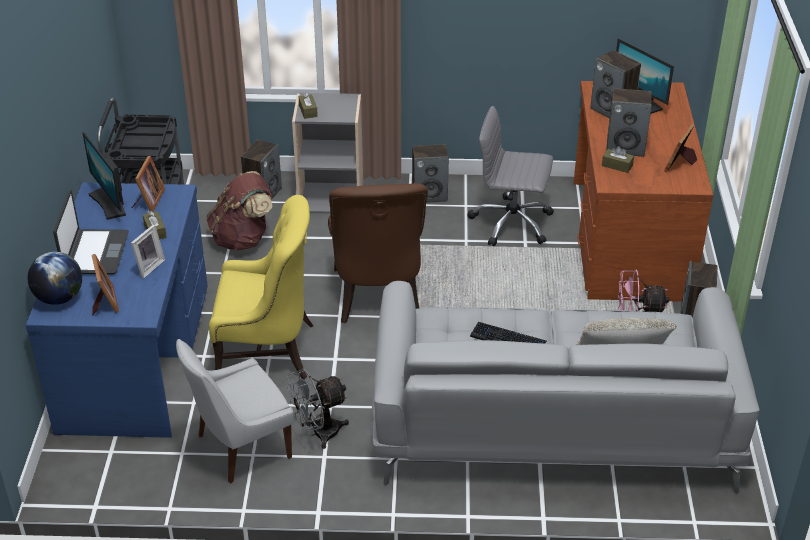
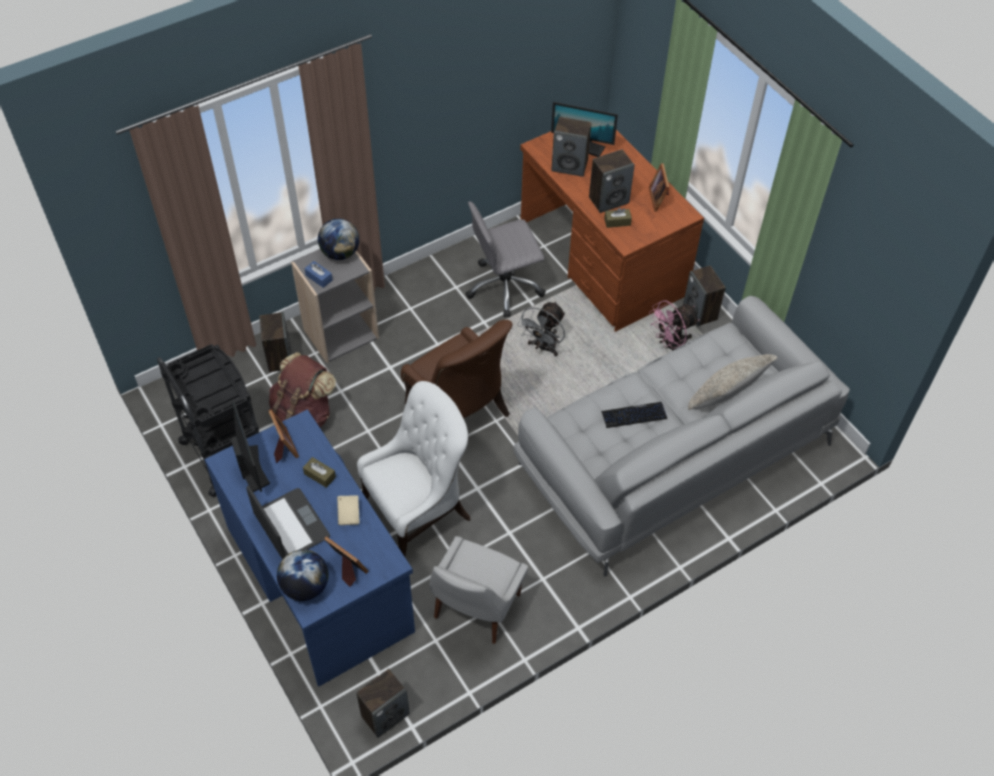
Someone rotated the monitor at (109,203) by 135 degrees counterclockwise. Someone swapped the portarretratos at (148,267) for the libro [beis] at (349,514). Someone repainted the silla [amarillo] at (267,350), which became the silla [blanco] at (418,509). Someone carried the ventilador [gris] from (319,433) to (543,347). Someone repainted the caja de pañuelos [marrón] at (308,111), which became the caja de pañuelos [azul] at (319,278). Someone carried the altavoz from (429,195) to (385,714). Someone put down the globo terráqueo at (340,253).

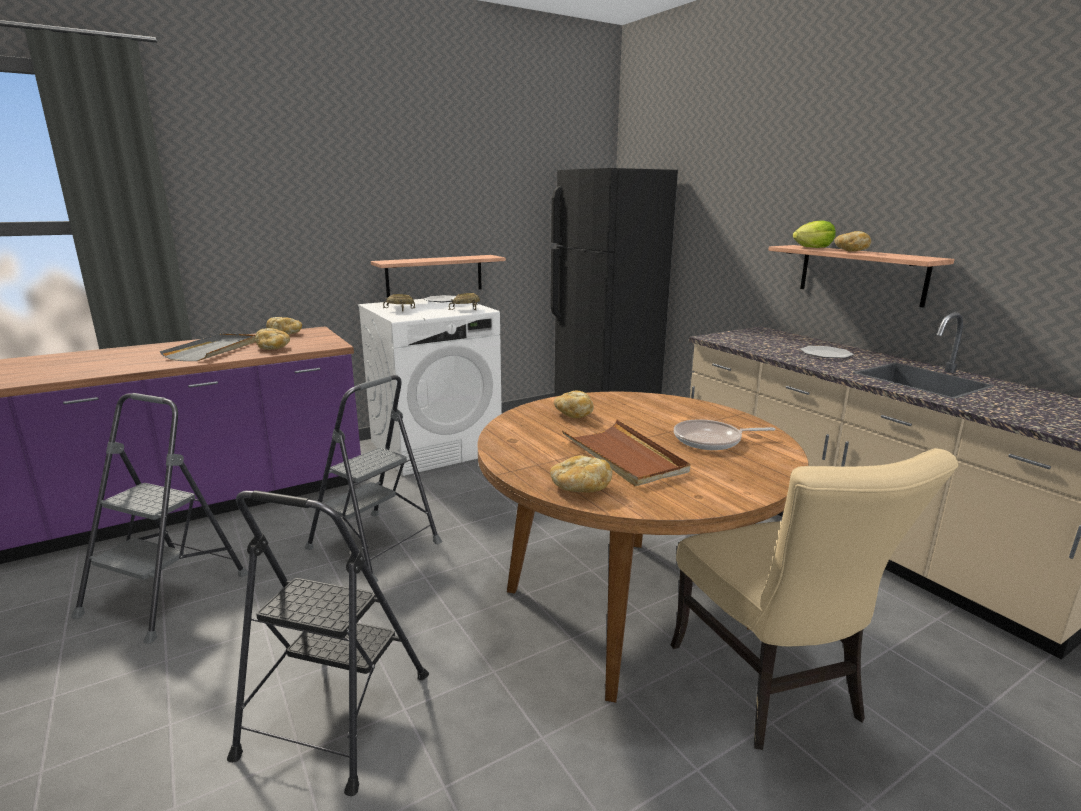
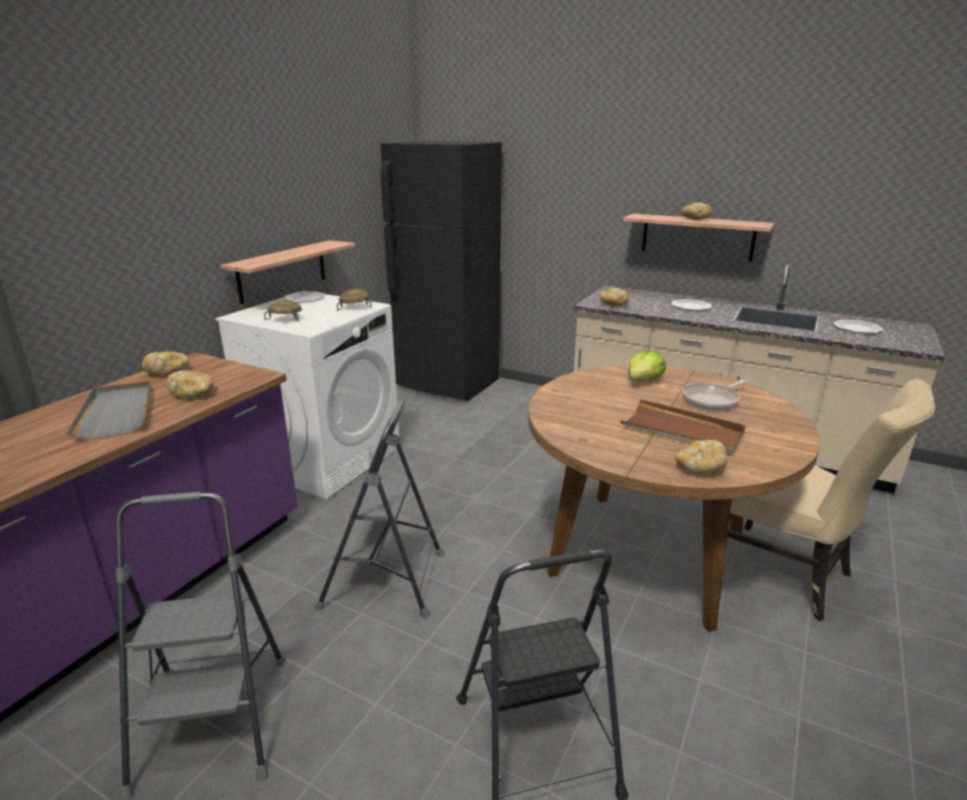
Someone carried the pan from (573,414) to (612,304). Someone carried the lechuga from (812,248) to (644,381). Someone put down the plato at (857,328).

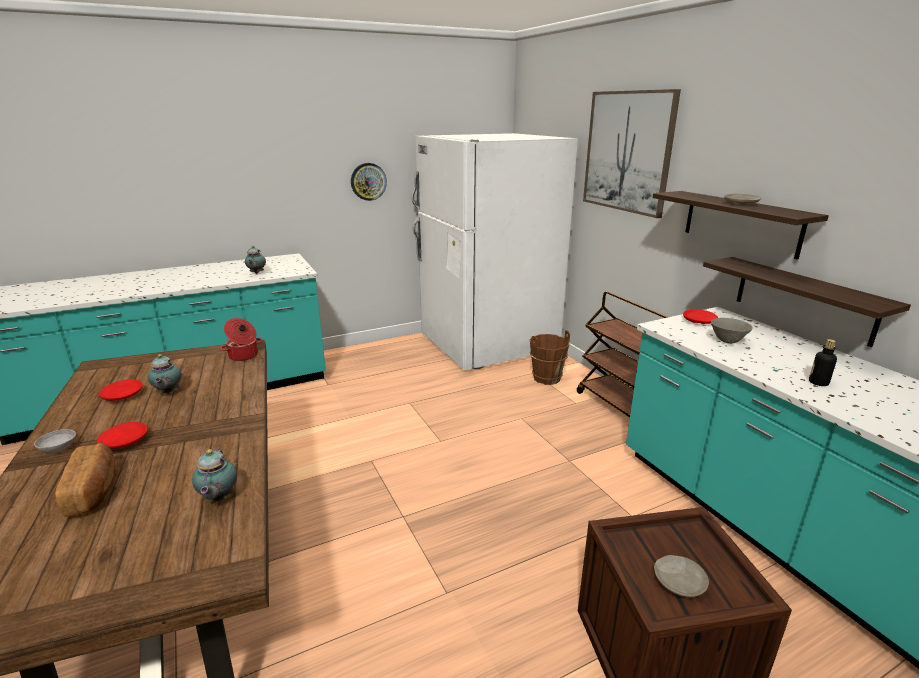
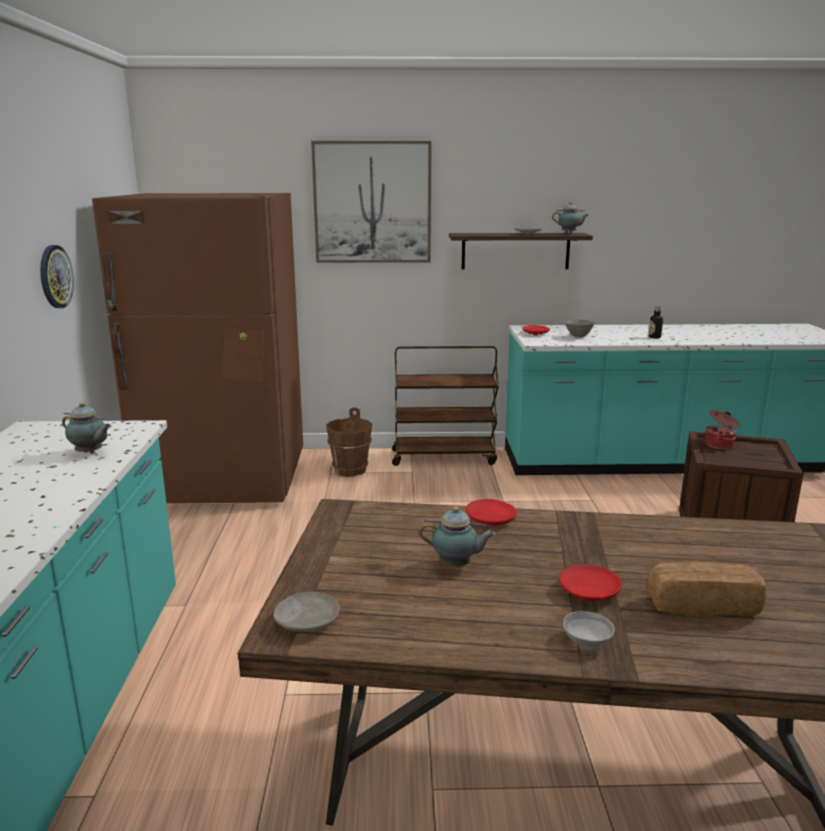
Someone carried the plato [rojo] from (122,396) to (491,520). Someone carried the tetera from (218,499) to (569,233). Someone carried the olla from (243,356) to (719,445). Someone repainted the nevera [blanco] at (488,343), which became the nevera [marrón] at (226,476). Someone carried the plato [beis] from (679,582) to (307,621). Someone took away the estante at (803,299).

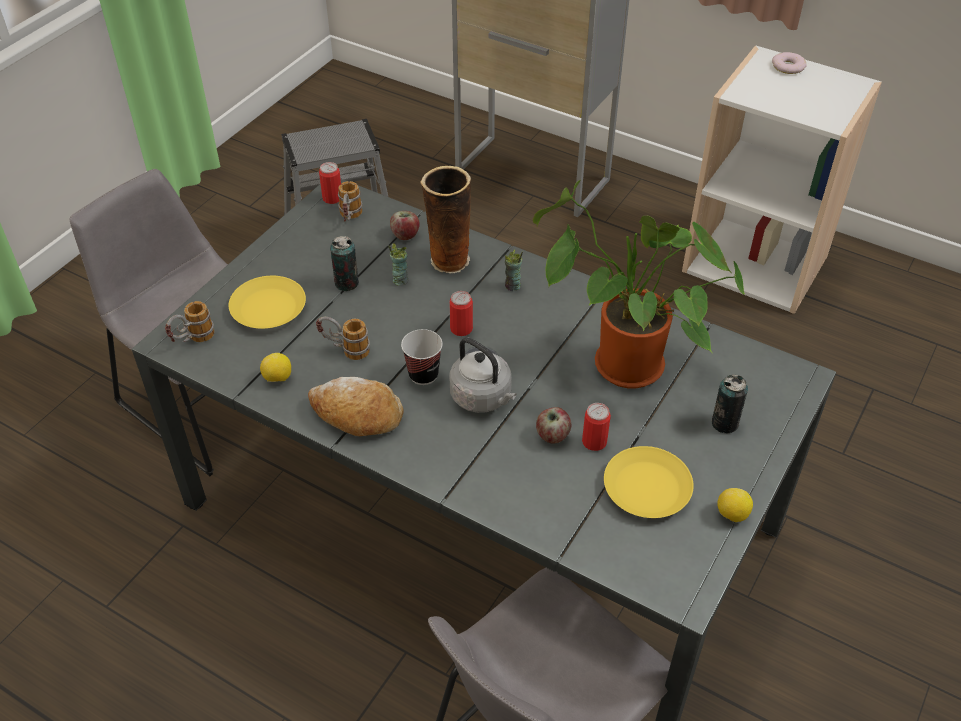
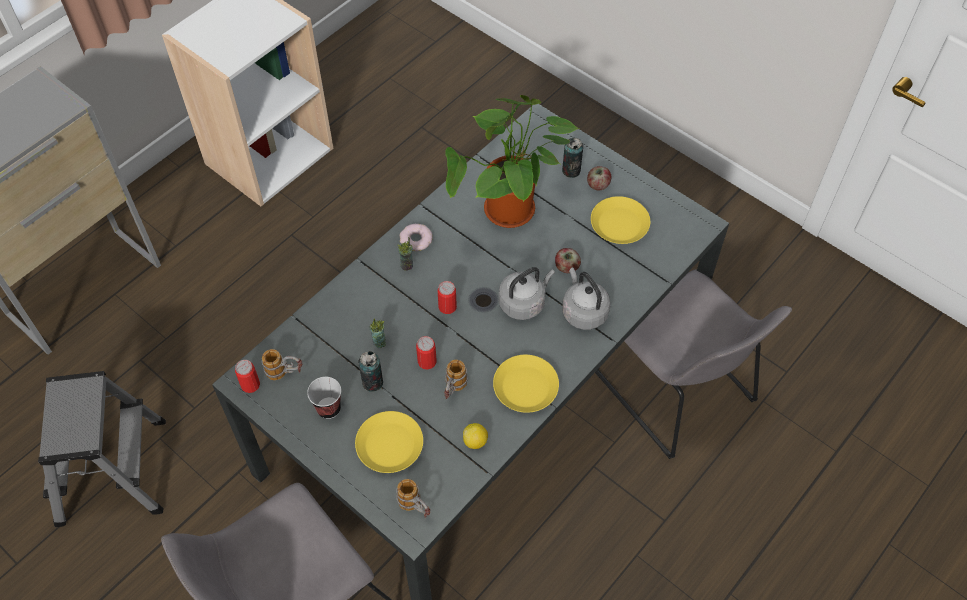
Someone swapped the pan at (356,415) for the plato [amarillo] at (525,388). Someone carried the manzana from (405,235) to (598,185). Someone carried the taza from (423,375) to (328,408). Someone took away the florero at (448,261). Someone carried the lata from (594,442) to (427,361). Someone took away the limón at (731,514). Someone carried the rosquilla from (788,66) to (416,240). Someone put down the hervidor [gris] at (583,311).

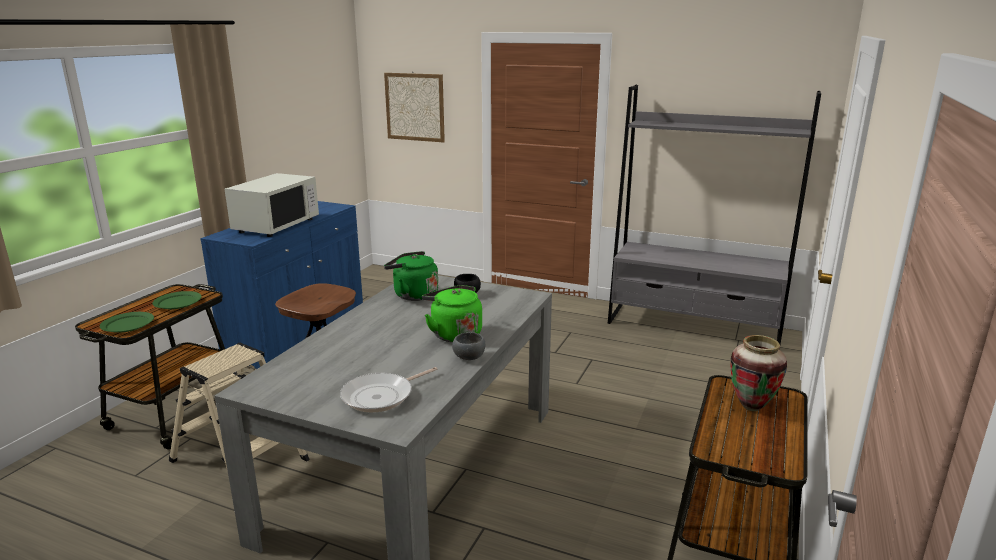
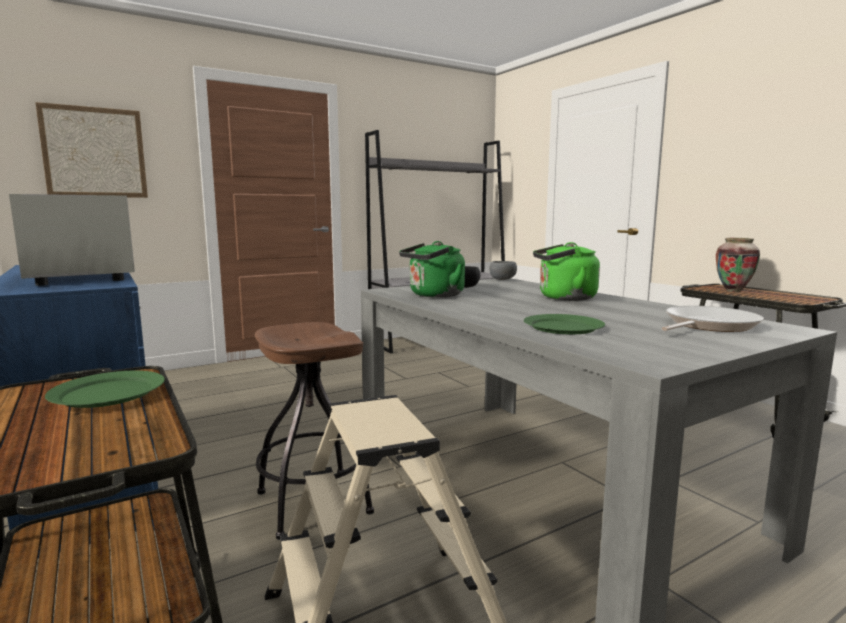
Someone carried the plato [verde] from (128,324) to (563,327). Someone rotated the sartén at (381,396) by 120 degrees counterclockwise. Someone carried the cuenco [gris] from (469,358) to (503,279).

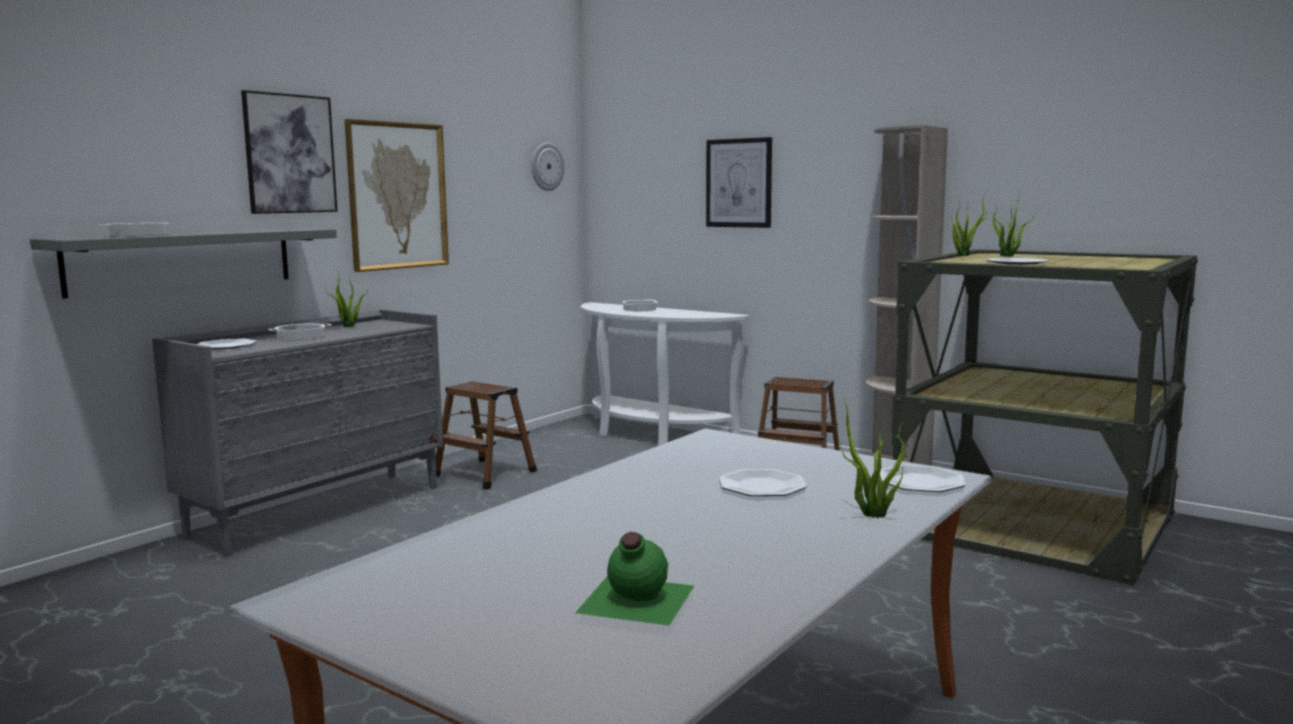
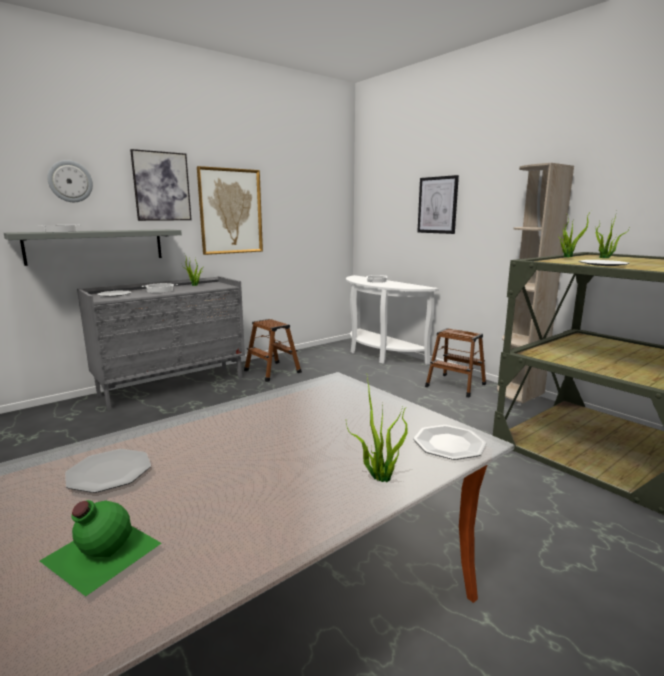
Someone carried the reloj de pared from (546,166) to (70,181). Someone carried the plato from (762,486) to (109,472).

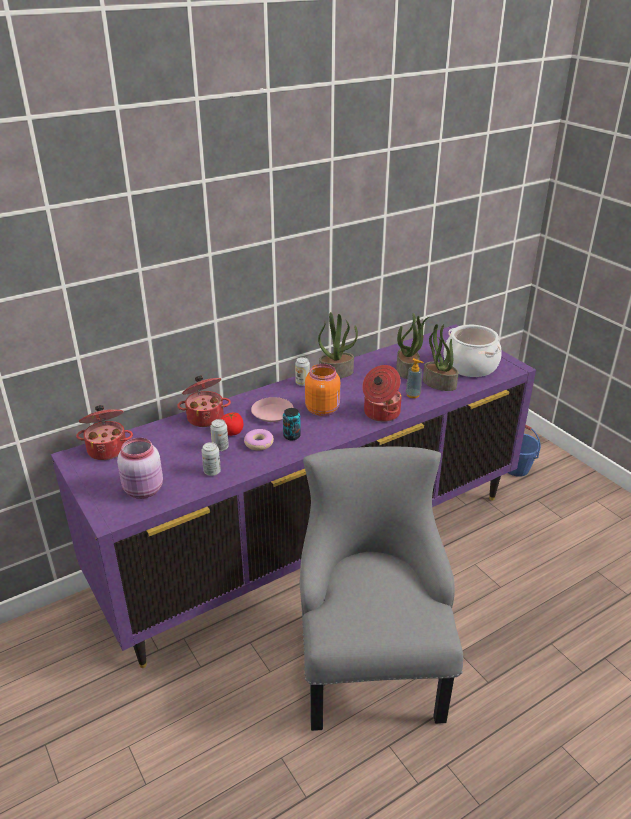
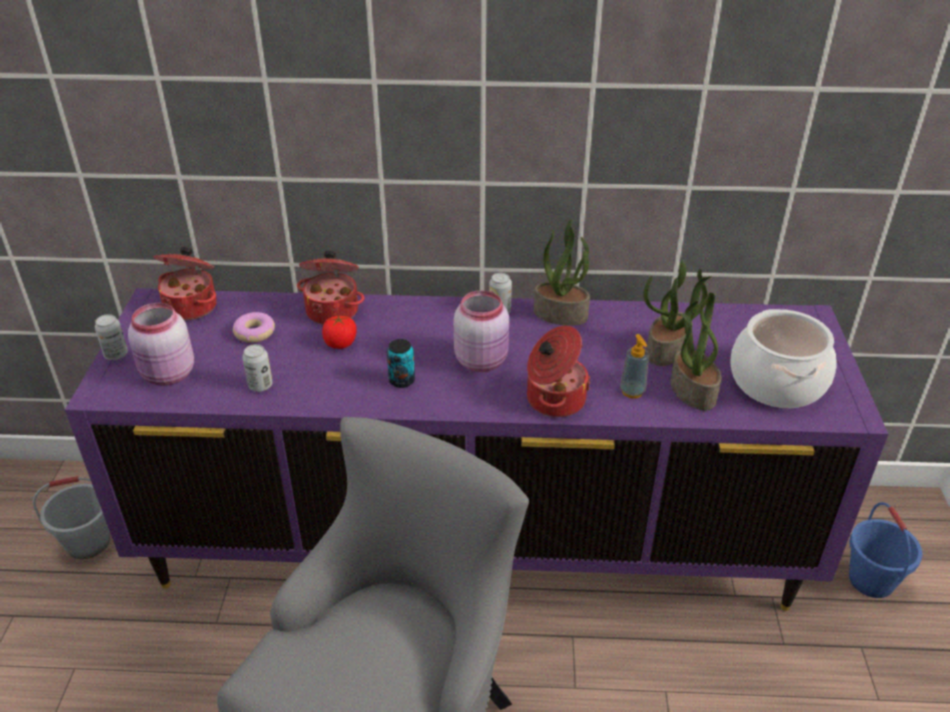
Someone carried the lata from (220,447) to (116,354). Someone carried the rosquilla from (259,443) to (254,332). Someone took away the plato [rosa] at (272,413). Someone repainted the tarro [naranja] at (323,409), which became the tarro [rosa] at (482,360). Someone put down the cubo [gris] at (88,542).

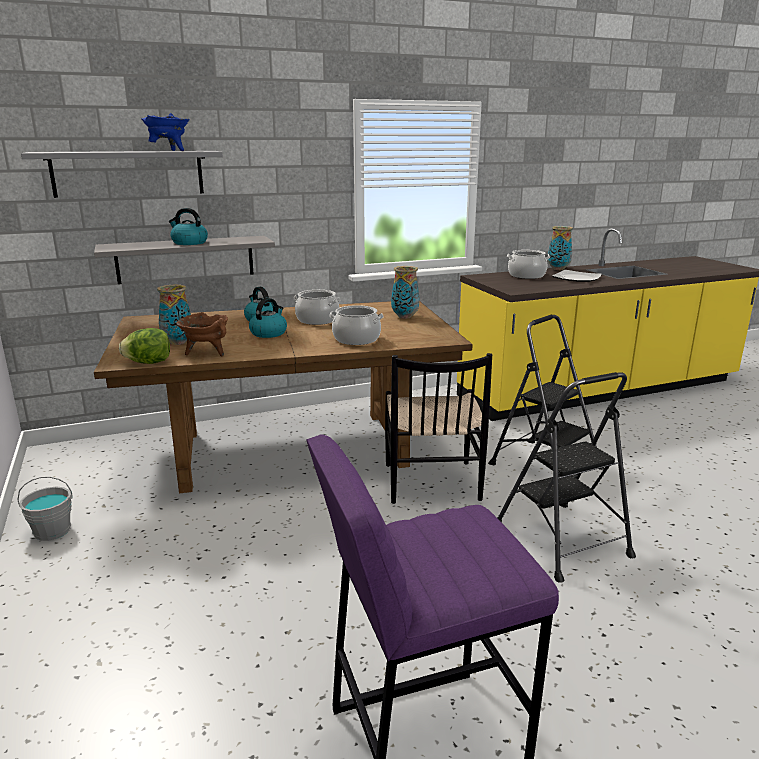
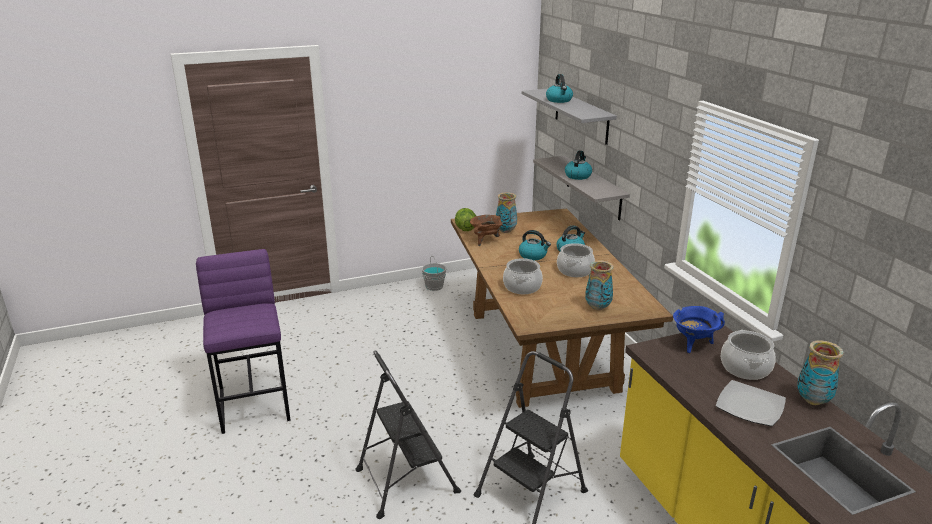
Someone carried the olla [azul] from (169,151) to (693,344). Someone took away the silla [negro] at (432,485). Someone put down the hervidor at (559,100).

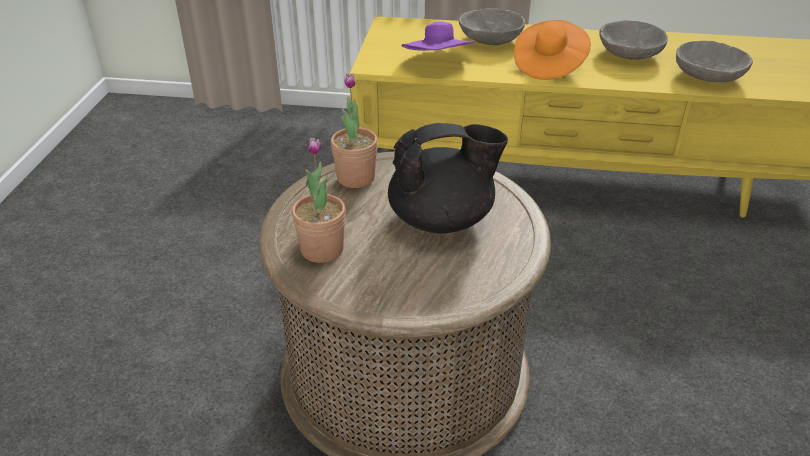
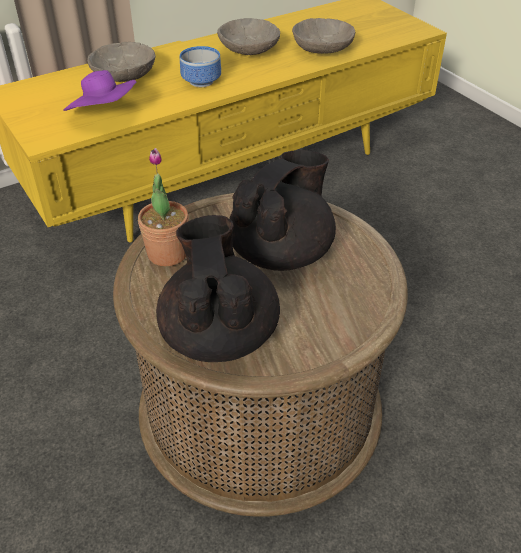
Someone swapped the planta en maceta at (322,250) for the tetera [negro] at (219,334). Someone swapped the sombrero [naranja] at (548,65) for the cuenco at (200,82).

